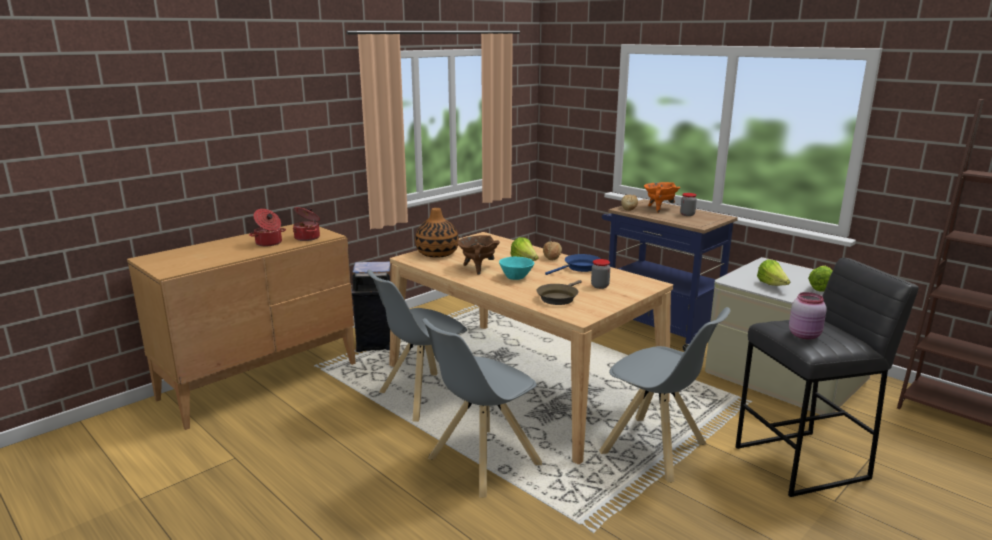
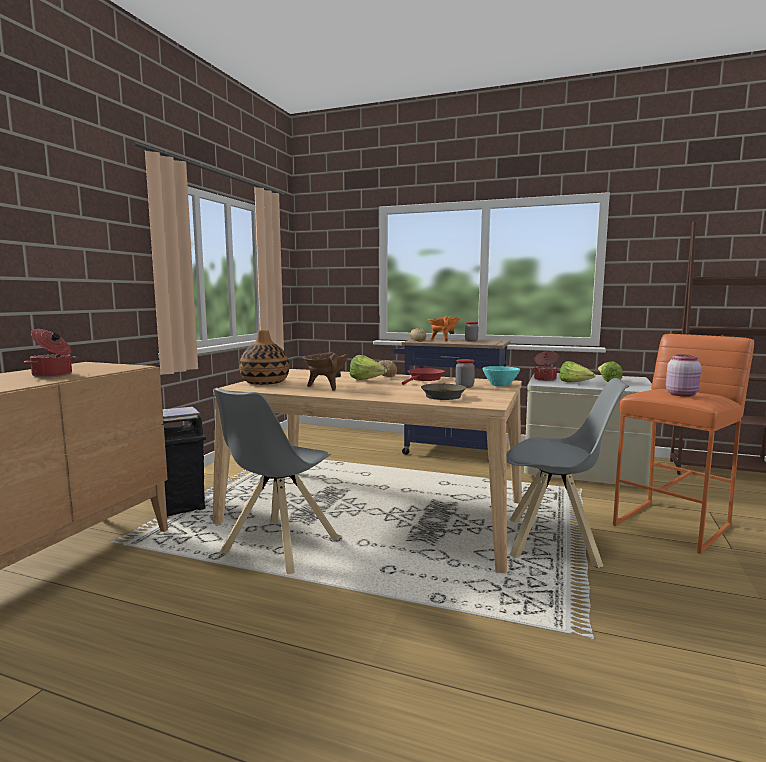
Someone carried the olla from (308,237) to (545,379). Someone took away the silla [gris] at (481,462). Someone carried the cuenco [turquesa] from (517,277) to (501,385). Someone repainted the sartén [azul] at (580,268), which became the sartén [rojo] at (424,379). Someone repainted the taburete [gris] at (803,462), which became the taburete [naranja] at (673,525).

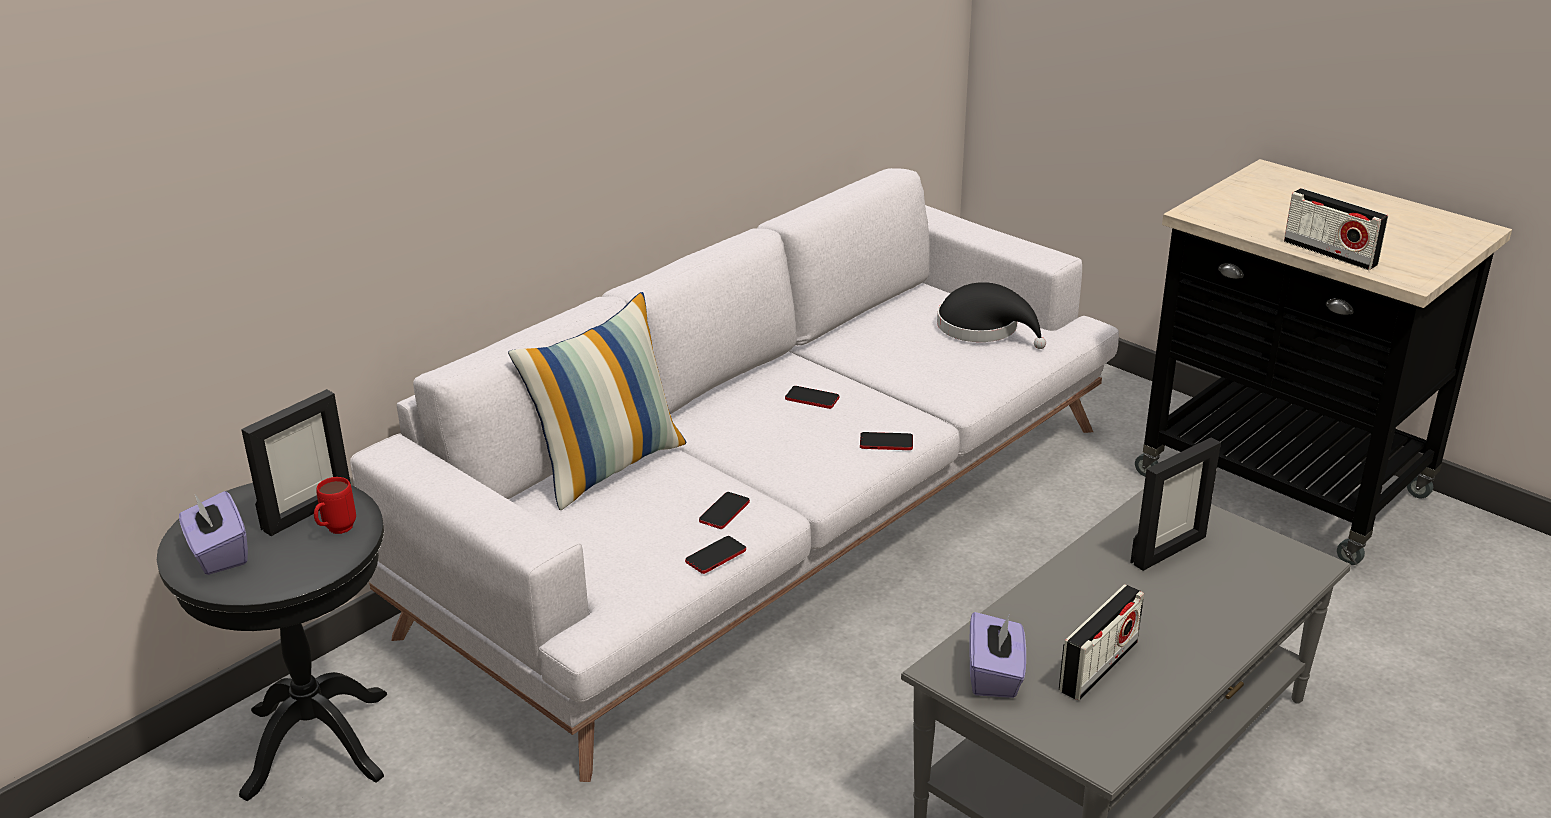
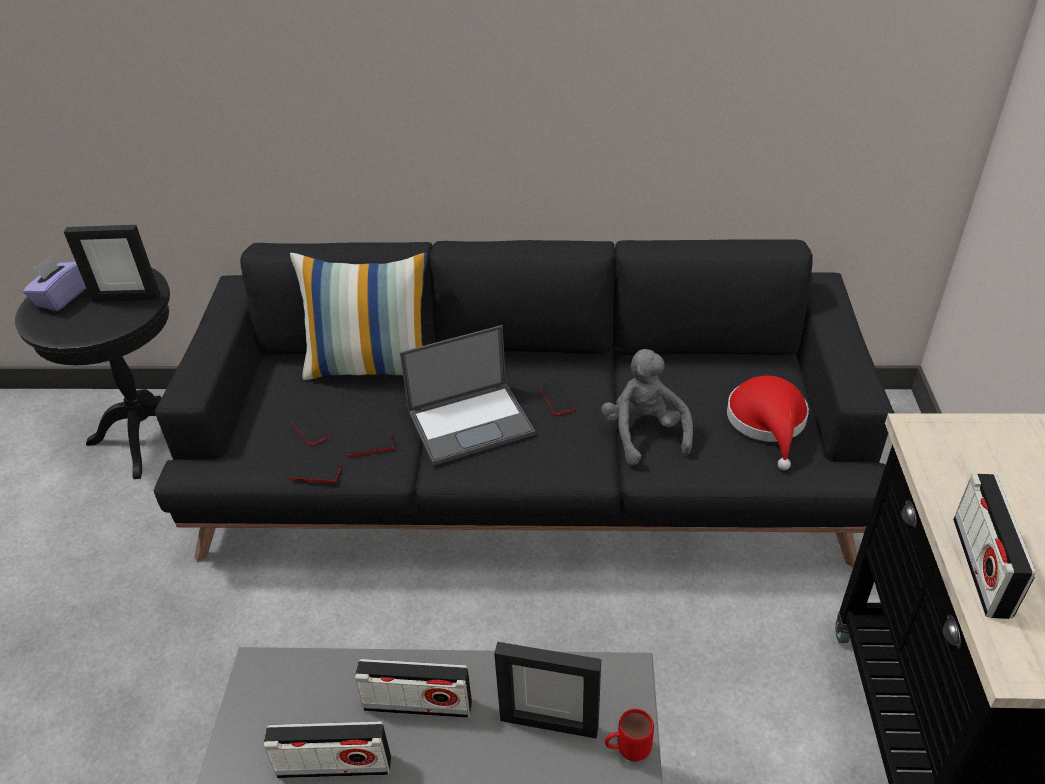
Someone carried the taza grande [rojo] from (336,531) to (627,752). Someone repainted the sofá [blanco] at (778,524), which became the sofá [negro] at (527,476). Someone carried the móvil from (886,442) to (310,429). Someone repainted the sombrero [negro] at (984,328), which became the sombrero [rojo] at (768,422). Someone took away the caja de pañuelos [morado] at (995,675). Someone put down the radio at (418,705). Someone put down the portátil at (472,422). Someone put down the peluche [gris] at (644,433).

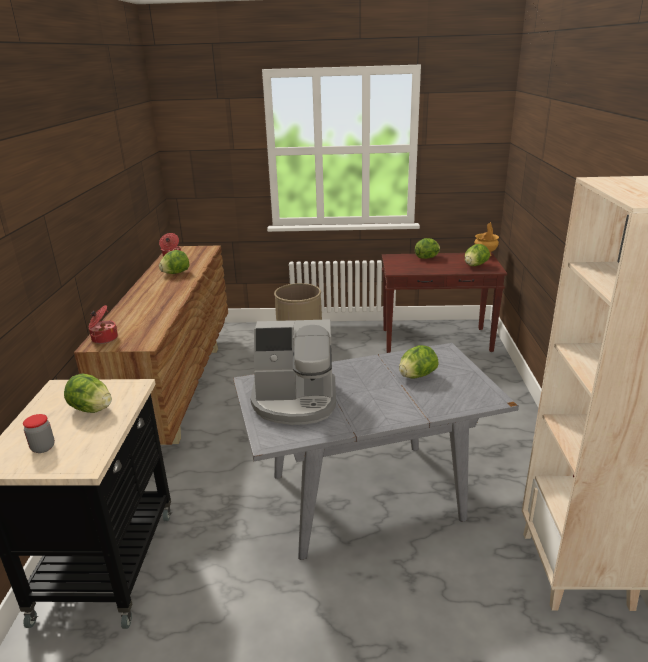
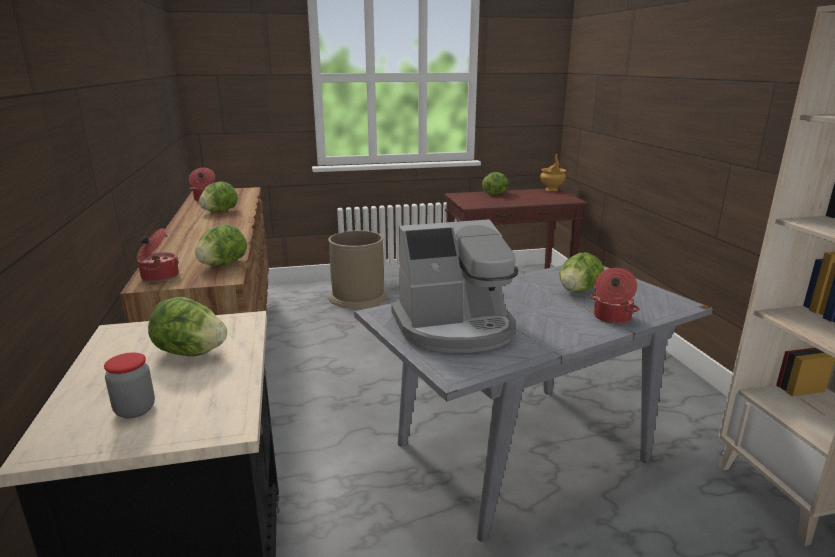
Someone carried the lechuga from (475,265) to (222,264). Someone put down the olla at (611,317).

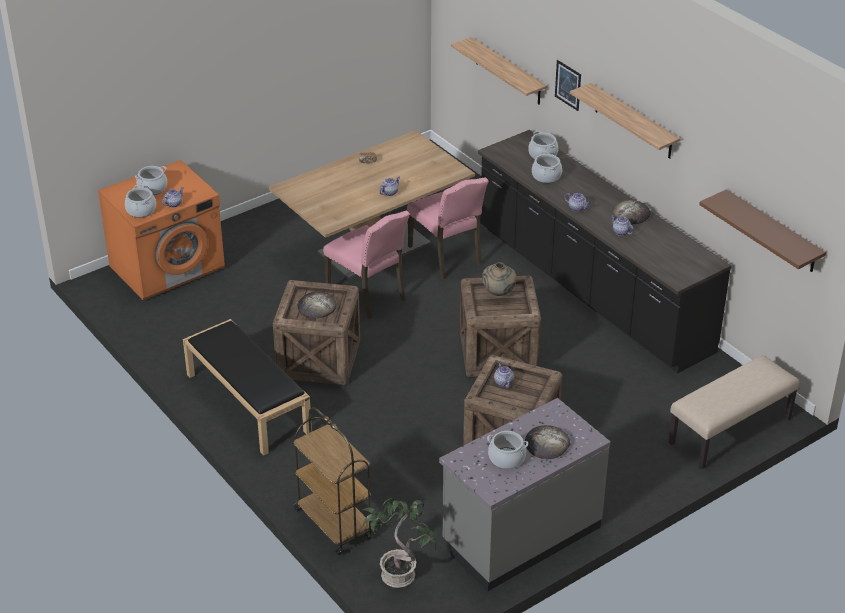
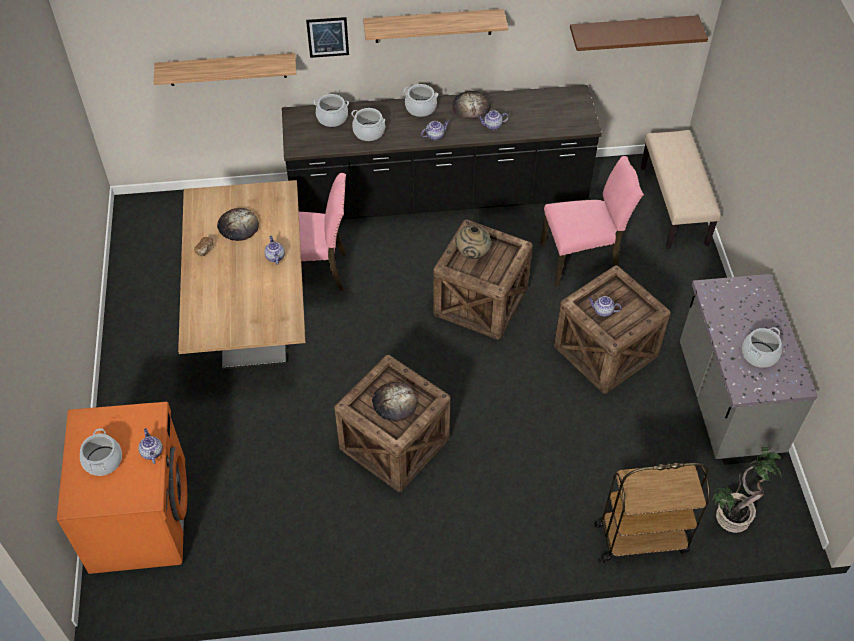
Someone carried the olla from (141,210) to (420,108). Someone took away the banco [negro] at (247,402). Someone carried the silla [rosa] from (368,295) to (582,259). Someone carried the pan from (546,444) to (238,226).

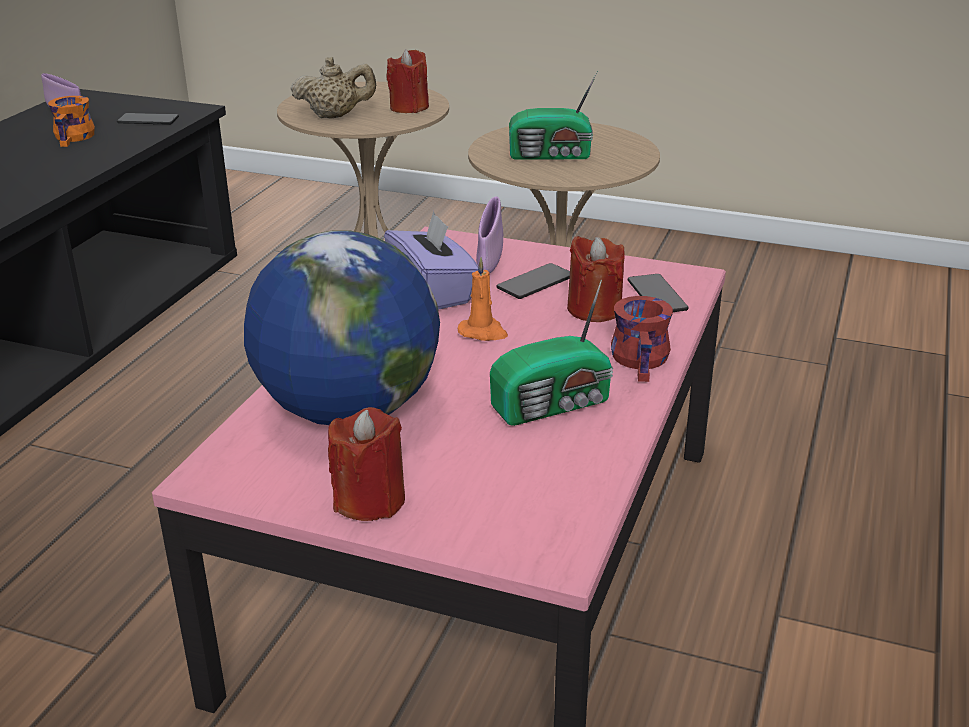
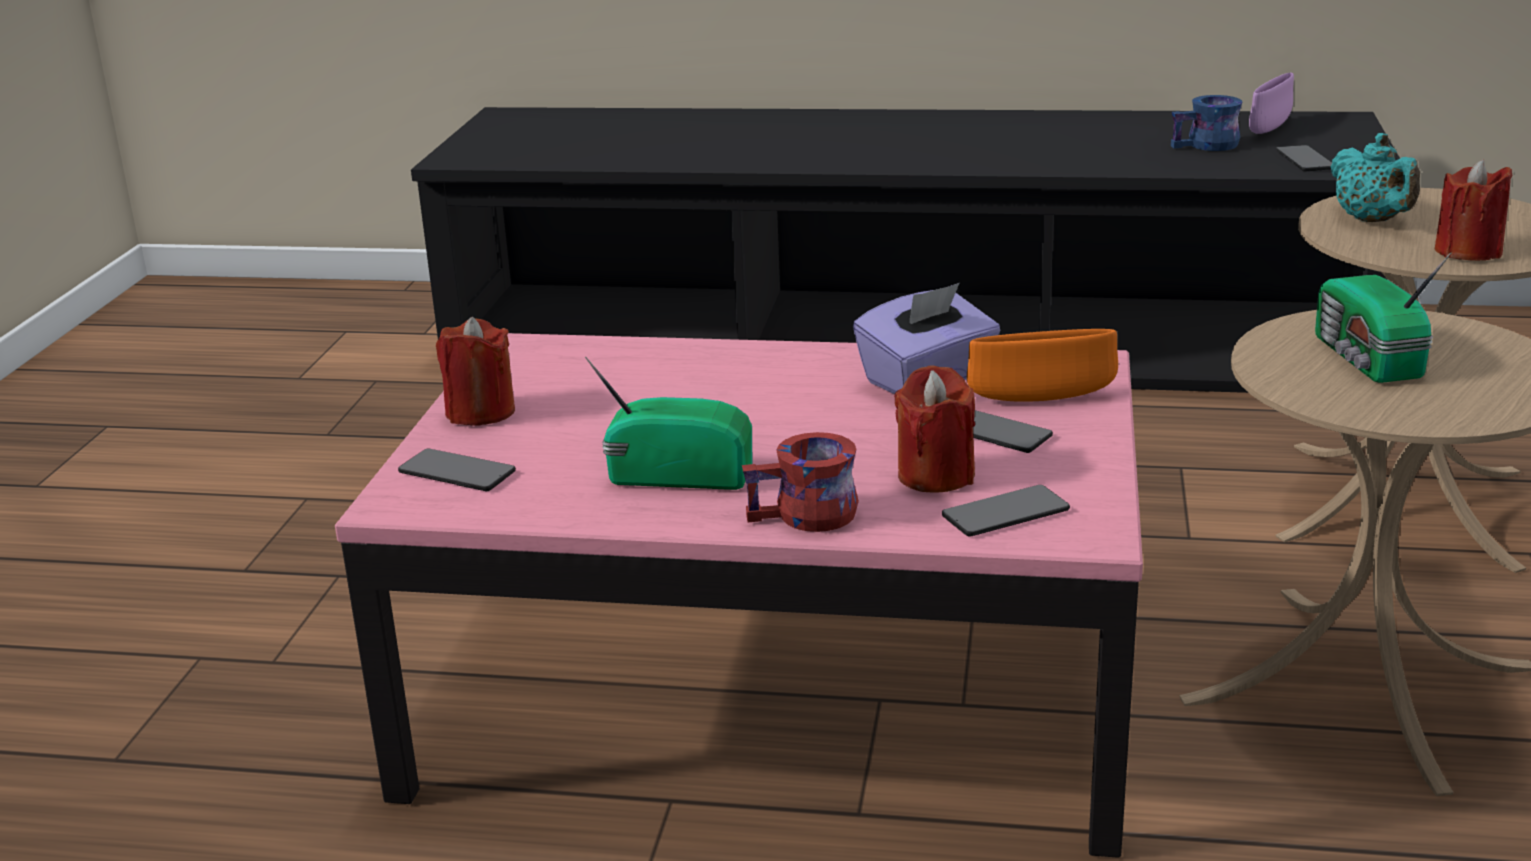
Someone repainted the taza grande [naranja] at (76,138), which became the taza grande [azul] at (1207,146). Someone took away the globo terráqueo at (348,411). Someone repainted the tetera [beis] at (335,116), which became the tetera [turquesa] at (1371,220). Someone took away the vela [naranja] at (483,332). Someone repainted the cuenco [morado] at (490,261), which became the cuenco [naranja] at (1041,399). Someone rotated the radio at (555,405) by 135 degrees clockwise. Someone put down the móvil at (457,472).

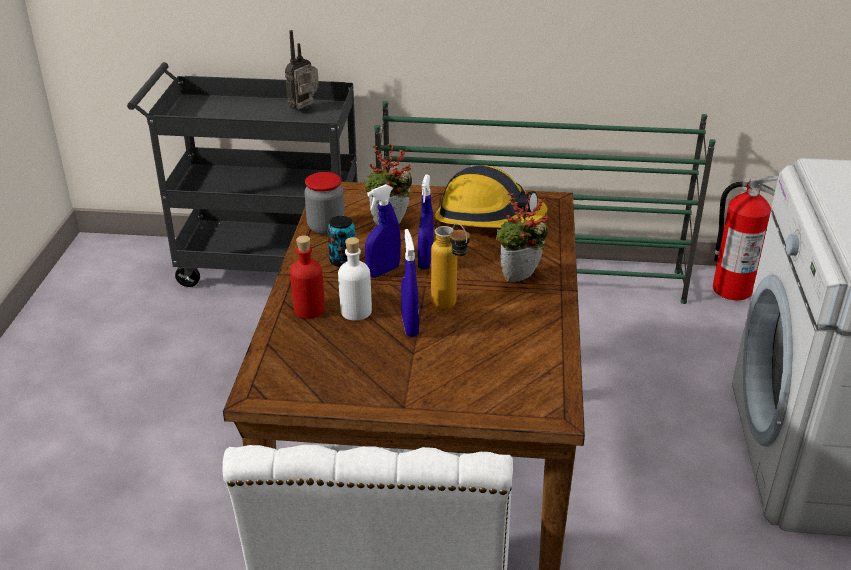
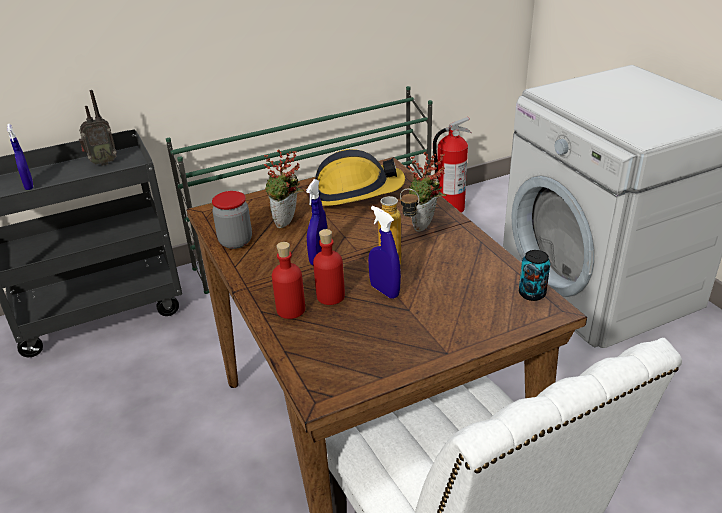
Someone rotated the radio at (305,110) by 120 degrees counterclockwise. Someone carried the lata from (343,261) to (532,294). Someone repainted the botella [blanco] at (356,311), which became the botella [rojo] at (330,296). Someone carried the pulverizador [azul] from (425,261) to (29,185).

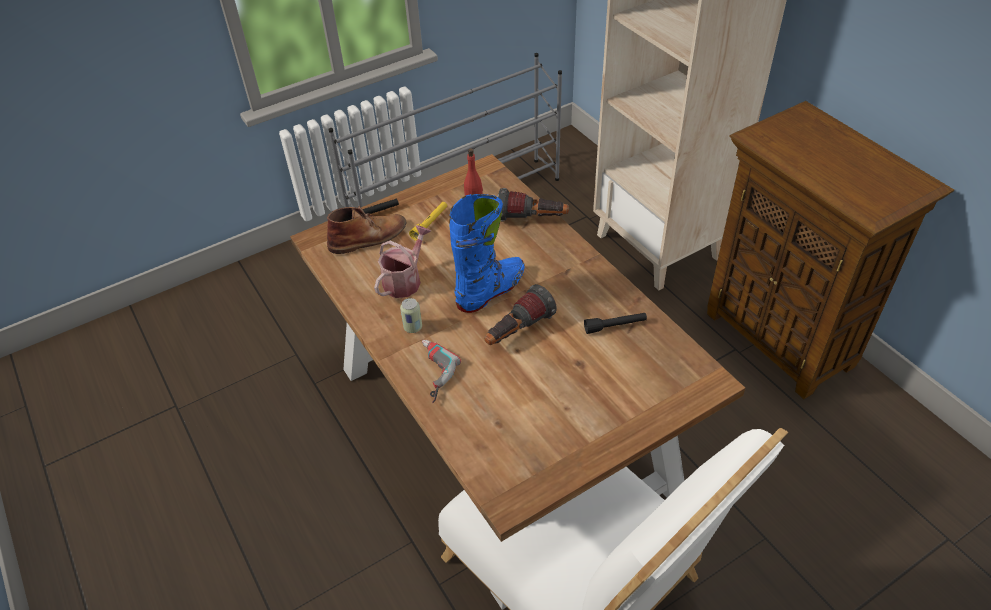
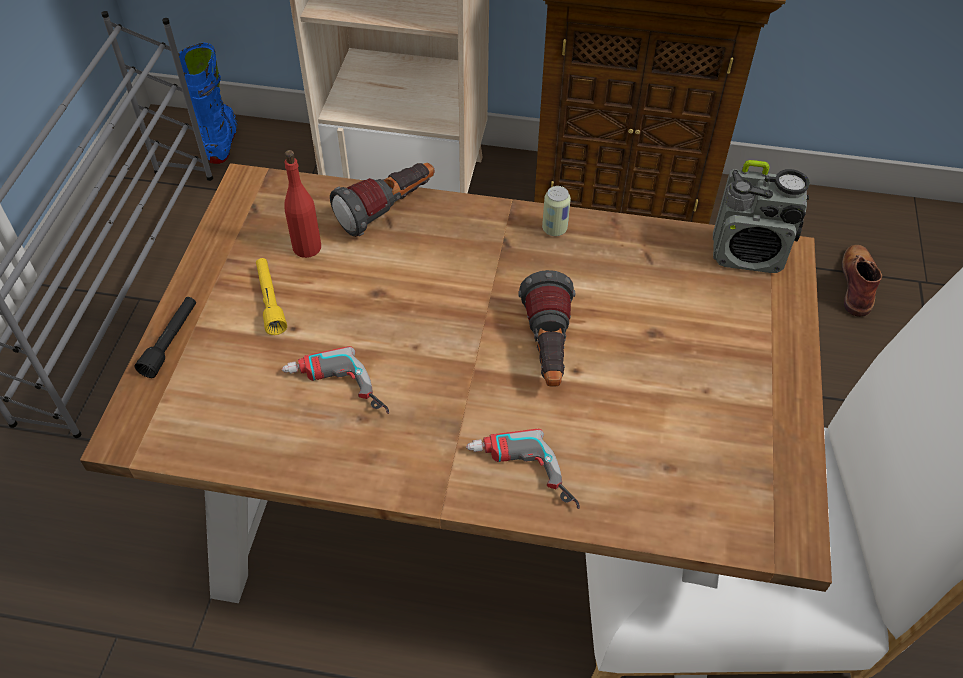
Someone carried the bota [marrón] from (369,237) to (857,282). Someone swapped the regadera at (405,280) for the taladro at (335,393). Someone carried the lata from (413,327) to (554,229). Someone carried the bota [azul] from (491,291) to (222,140). Someone took away the linterna [negro] at (615,326). Someone put down the radio at (749,254).

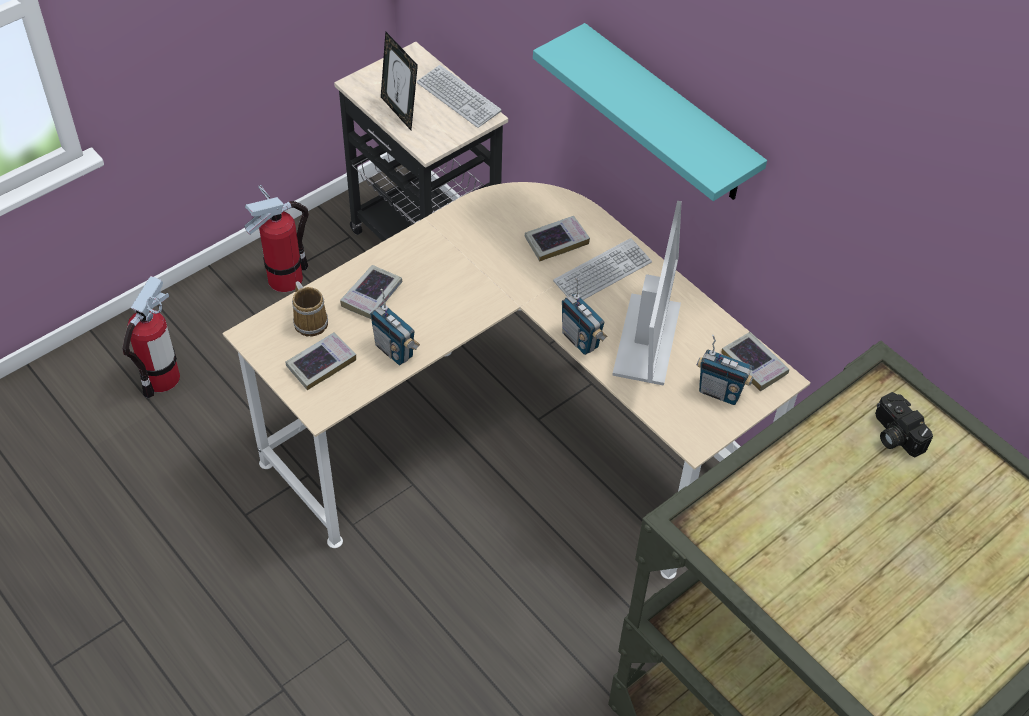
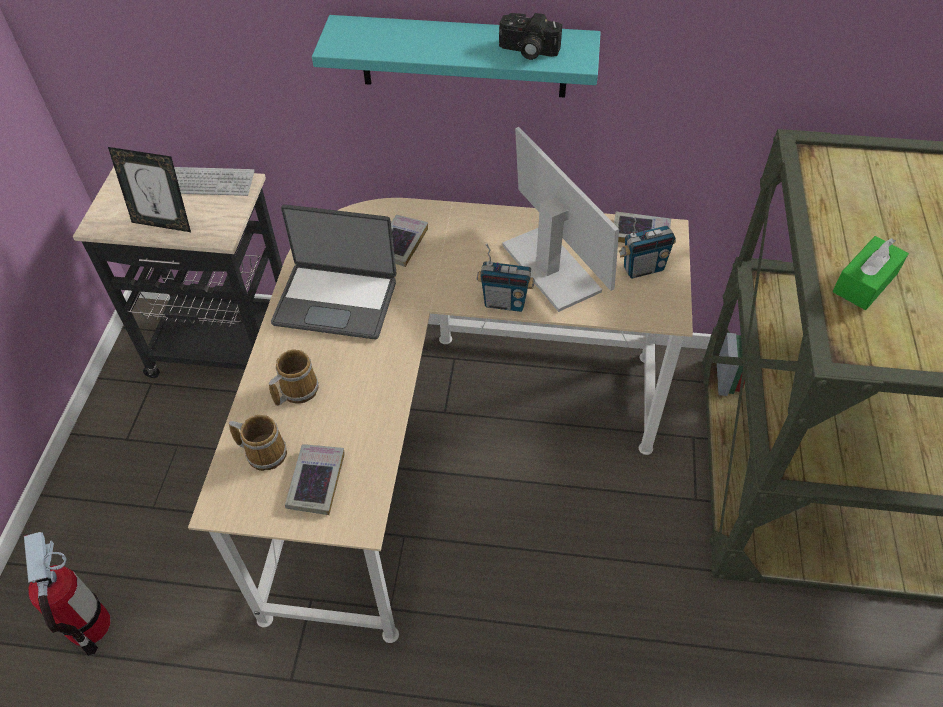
Someone took away the extintor at (285,278). Someone swapped the libro at (372,295) for the taza grande at (296,390). Someone took away the radio at (394,350). Someone took away the teclado at (602,272). Someone carried the cámara from (894,435) to (527,51). Someone put down the portátil at (336,300). Someone put down the caja de pañuelos [verde] at (865,283).

